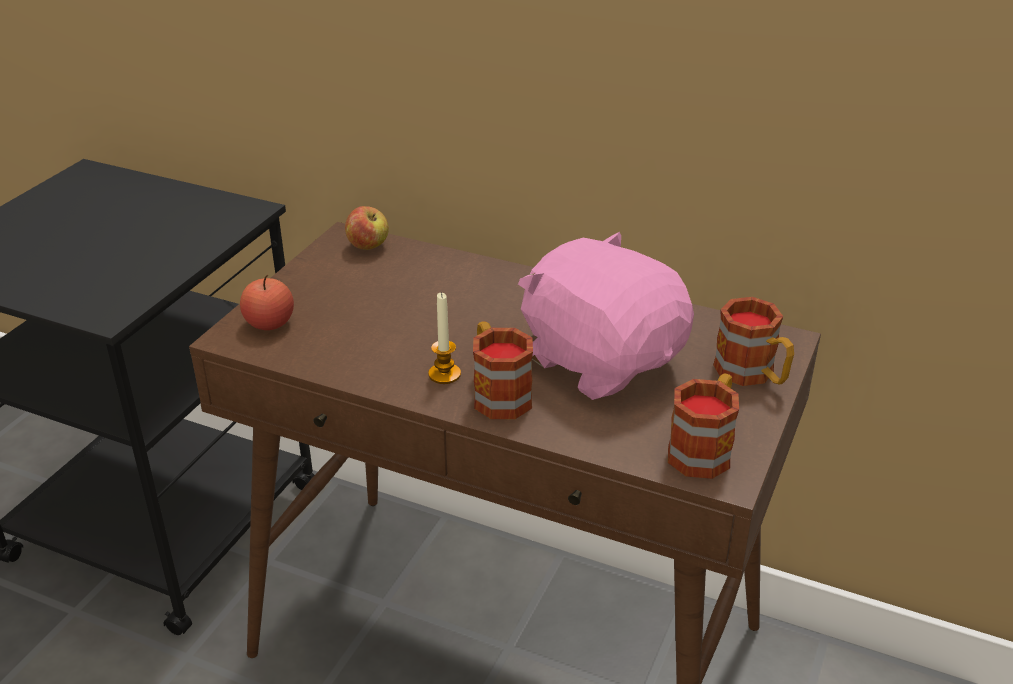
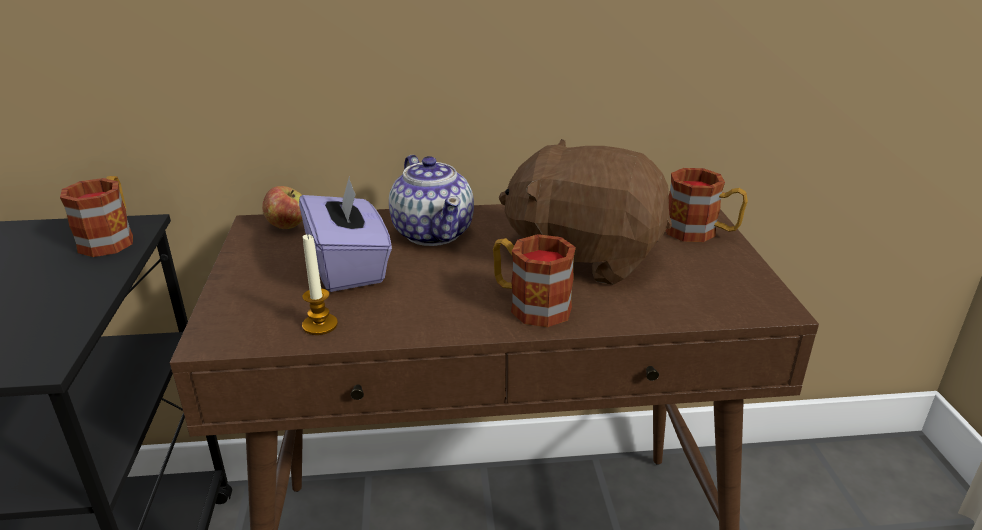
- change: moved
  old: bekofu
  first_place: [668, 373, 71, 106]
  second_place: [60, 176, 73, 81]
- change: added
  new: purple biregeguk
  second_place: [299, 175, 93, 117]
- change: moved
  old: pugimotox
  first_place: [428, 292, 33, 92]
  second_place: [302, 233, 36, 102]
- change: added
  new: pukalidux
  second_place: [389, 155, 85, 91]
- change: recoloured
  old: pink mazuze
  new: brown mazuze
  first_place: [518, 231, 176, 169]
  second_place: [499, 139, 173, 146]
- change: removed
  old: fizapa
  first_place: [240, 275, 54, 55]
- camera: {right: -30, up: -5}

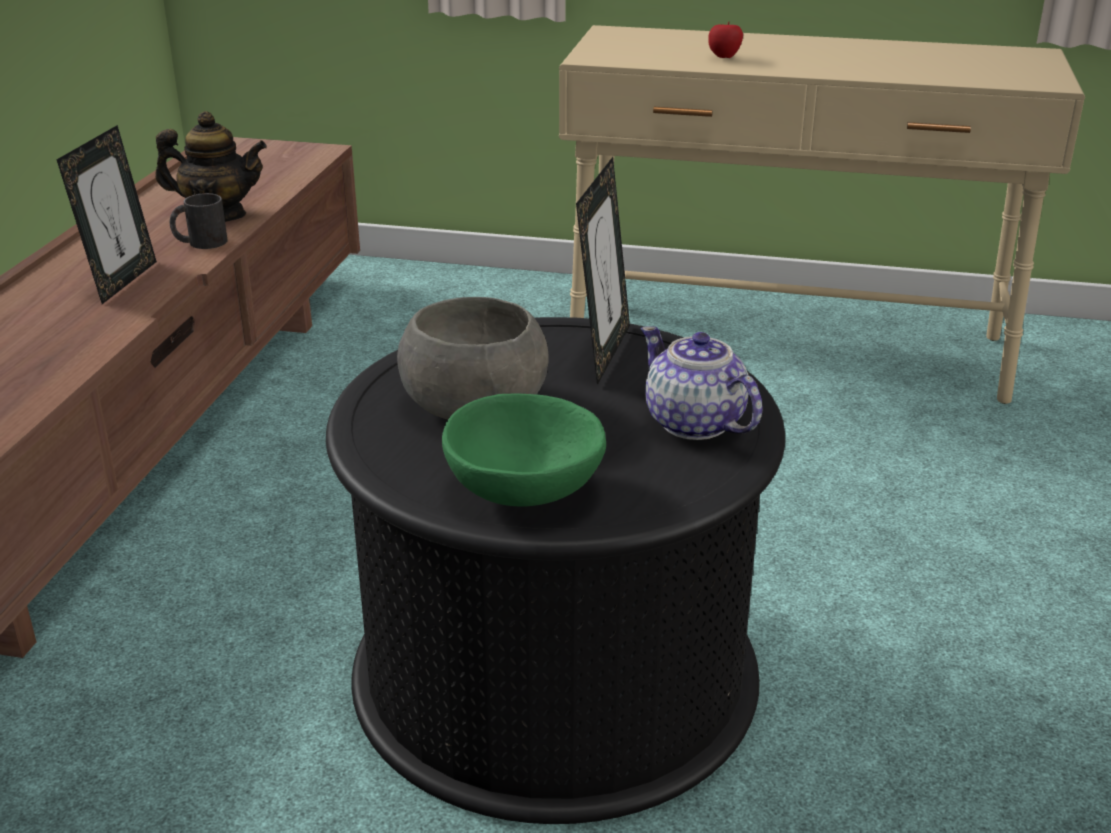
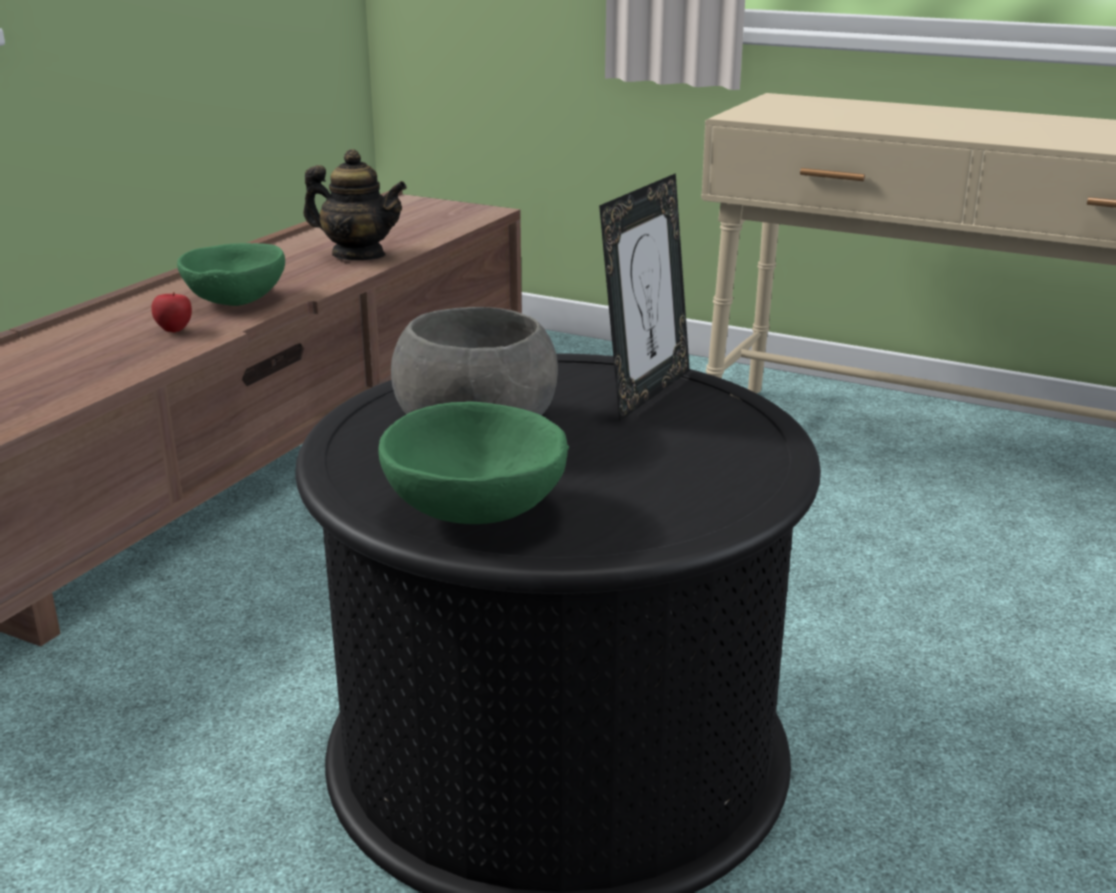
- change: moved
  old: fizapa
  first_place: [708, 22, 35, 36]
  second_place: [152, 292, 40, 41]
- change: replaced
  old: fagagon
  new: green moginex
  first_place: [57, 125, 100, 179]
  second_place: [177, 243, 108, 63]
- change: removed
  old: black bekofu
  first_place: [170, 193, 58, 56]
- change: removed
  old: pukalidux
  first_place: [641, 326, 122, 114]
- camera: {right: 15, up: -5}

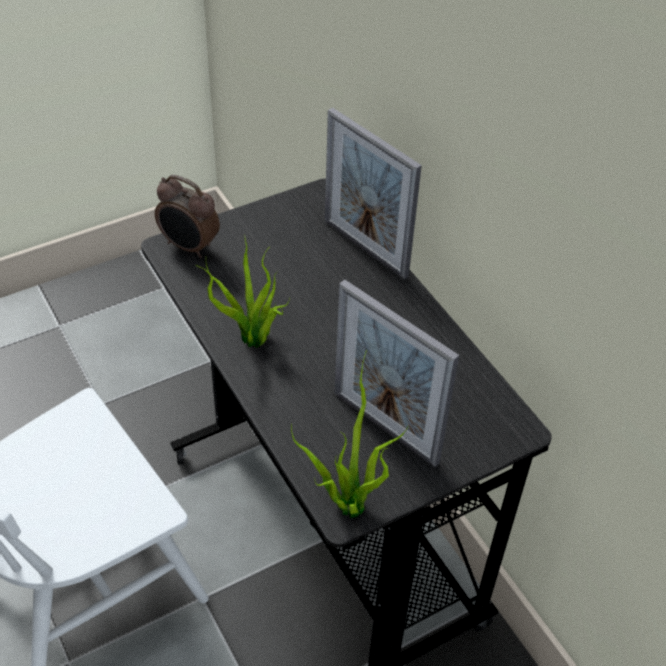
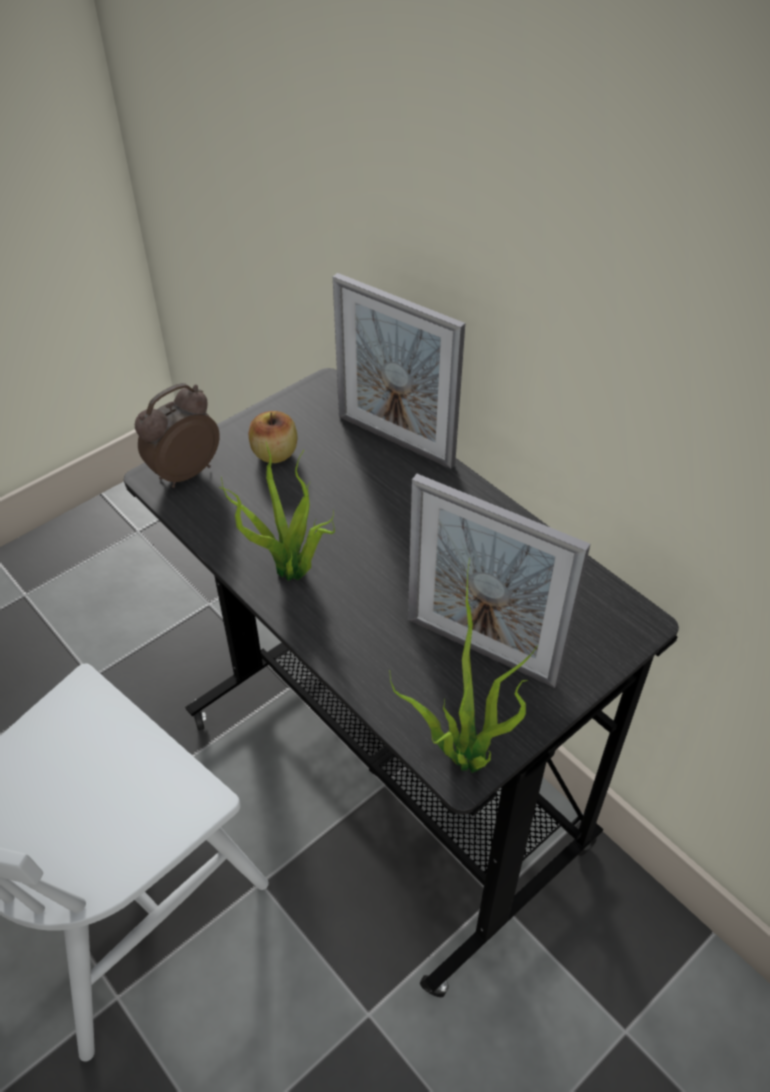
- change: turned
  old: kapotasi
  first_place: [155, 175, 65, 83]
  second_place: [135, 383, 85, 105]
  degrees: 120
- change: added
  new: fizapa
  second_place: [249, 411, 48, 52]
- camera: {right: -10, up: 0}

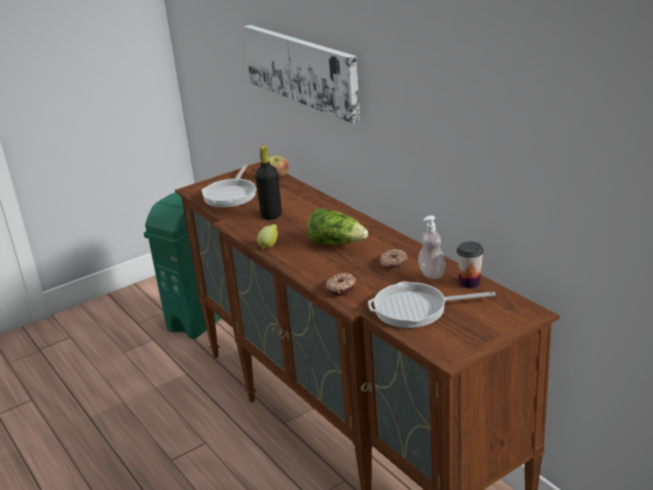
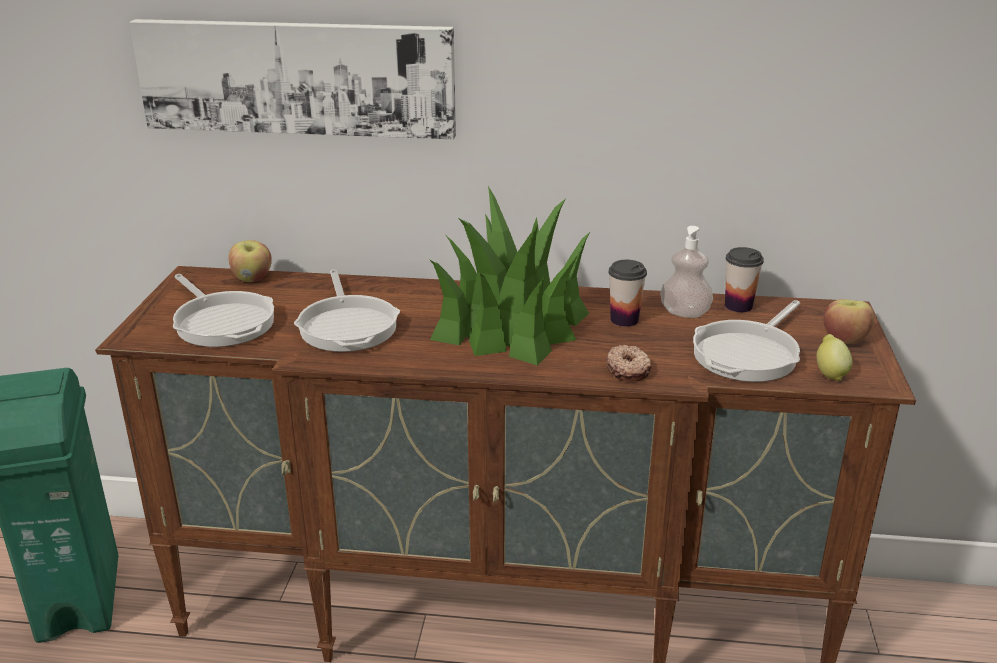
- change: replaced
  old: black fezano
  new: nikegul
  first_place: [255, 146, 27, 74]
  second_place: [294, 269, 106, 83]
- change: replaced
  old: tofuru
  new: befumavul
  first_place: [307, 208, 61, 37]
  second_place: [430, 186, 160, 179]
- change: replaced
  old: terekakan
  new: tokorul
  first_place: [380, 249, 28, 22]
  second_place: [609, 260, 38, 67]
- change: moved
  old: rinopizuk
  first_place: [257, 224, 21, 25]
  second_place: [817, 334, 36, 47]
- change: added
  new: fizapa
  second_place: [823, 299, 51, 45]
- camera: {right: -50, up: 0}

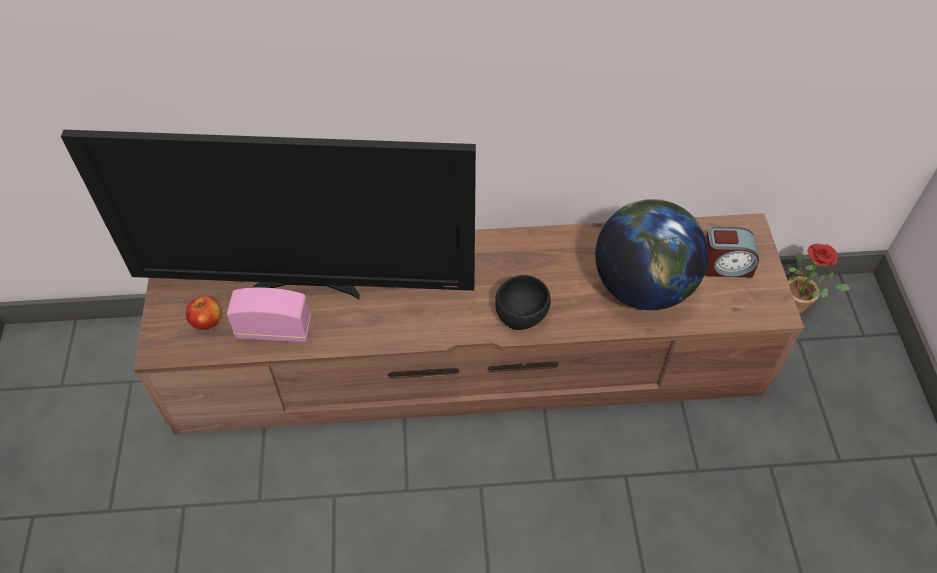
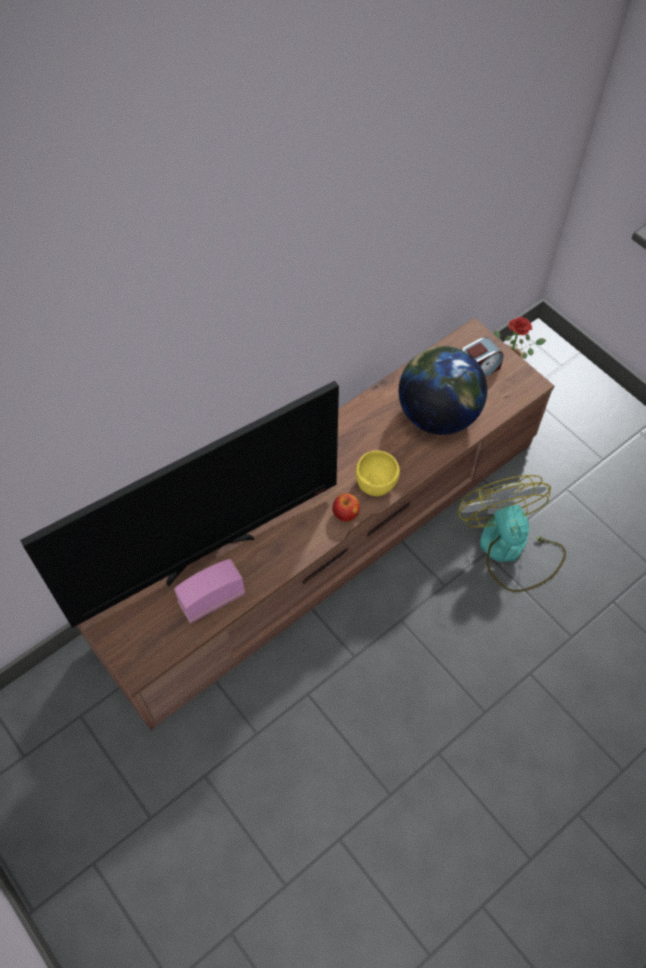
- change: moved
  old: fizapa
  first_place: [186, 296, 34, 34]
  second_place: [332, 493, 28, 29]
- change: recoloured
  old: black moginex
  new: yellow moginex
  first_place: [495, 275, 56, 55]
  second_place: [356, 450, 44, 46]
- change: added
  new: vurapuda
  second_place: [458, 475, 108, 117]
- camera: {right: -35, up: 5}

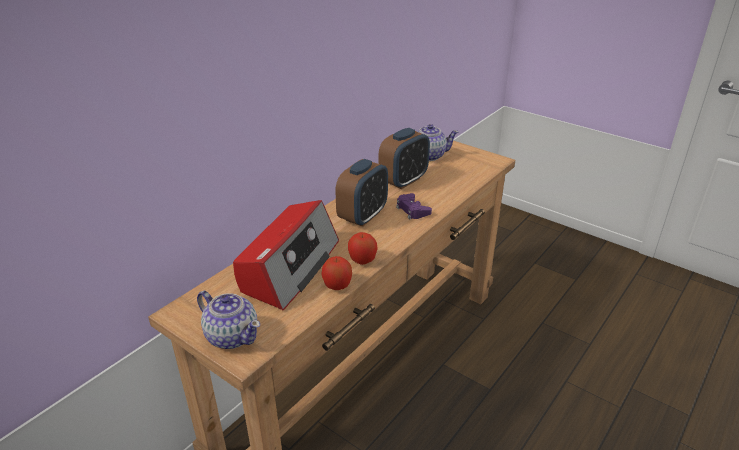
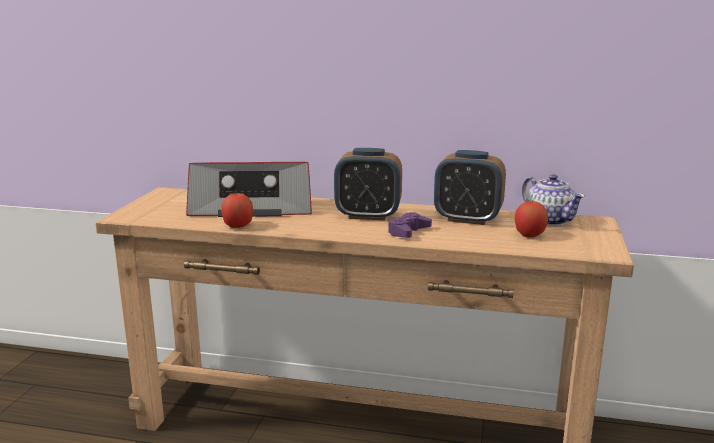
- change: moved
  old: fizapa
  first_place: [348, 232, 30, 33]
  second_place: [514, 200, 34, 38]
- change: removed
  old: pukalidux
  first_place: [197, 291, 63, 58]
- camera: {right: 65, up: -15}

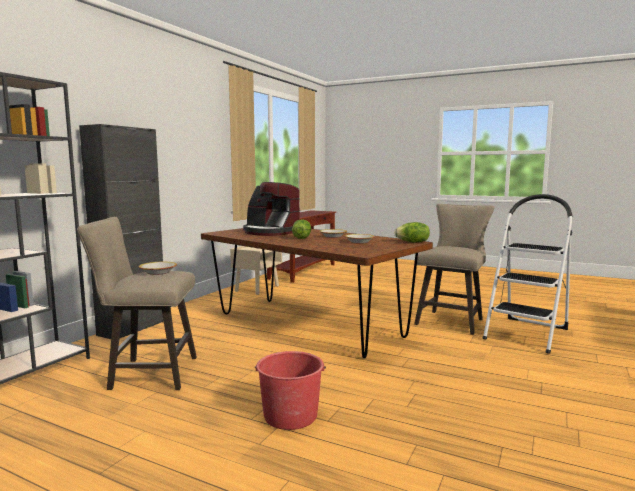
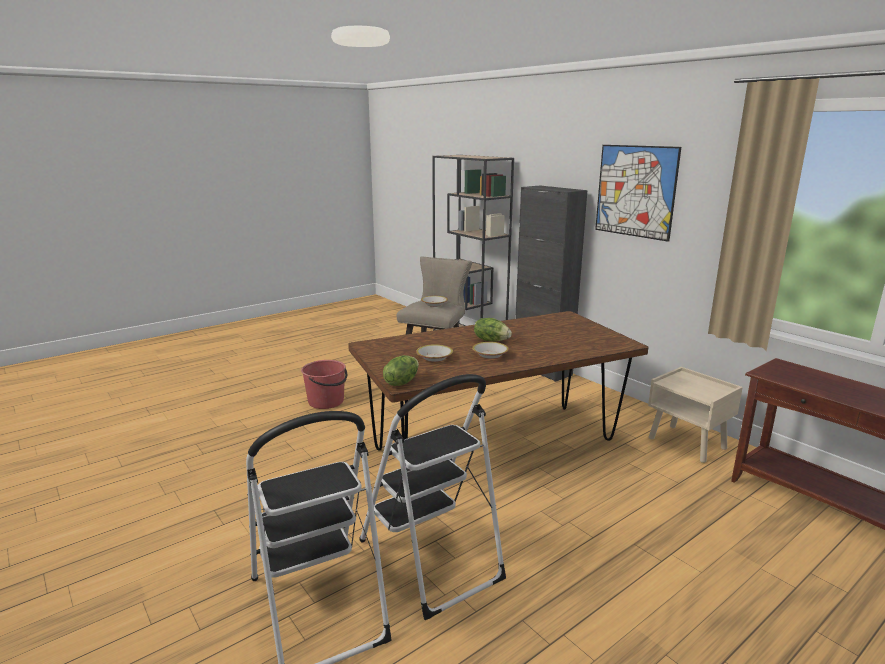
- change: replaced
  old: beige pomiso
  new: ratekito
  first_place: [414, 204, 81, 131]
  second_place: [359, 374, 147, 246]
- change: added
  new: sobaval
  second_place: [595, 145, 86, 97]
- change: removed
  old: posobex
  first_place: [243, 182, 57, 54]
- camera: {right: 115, up: 10}

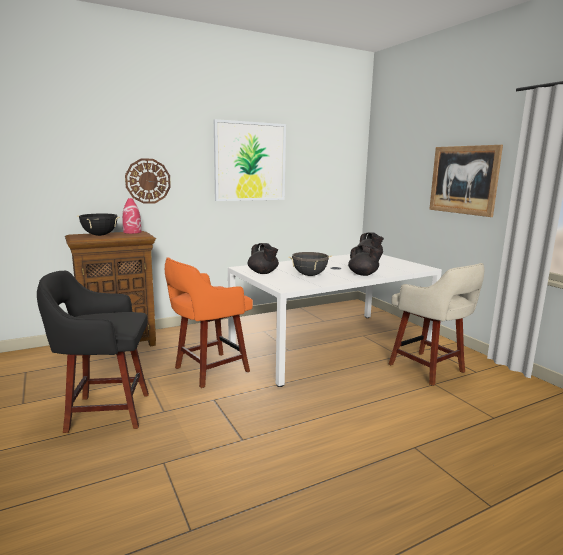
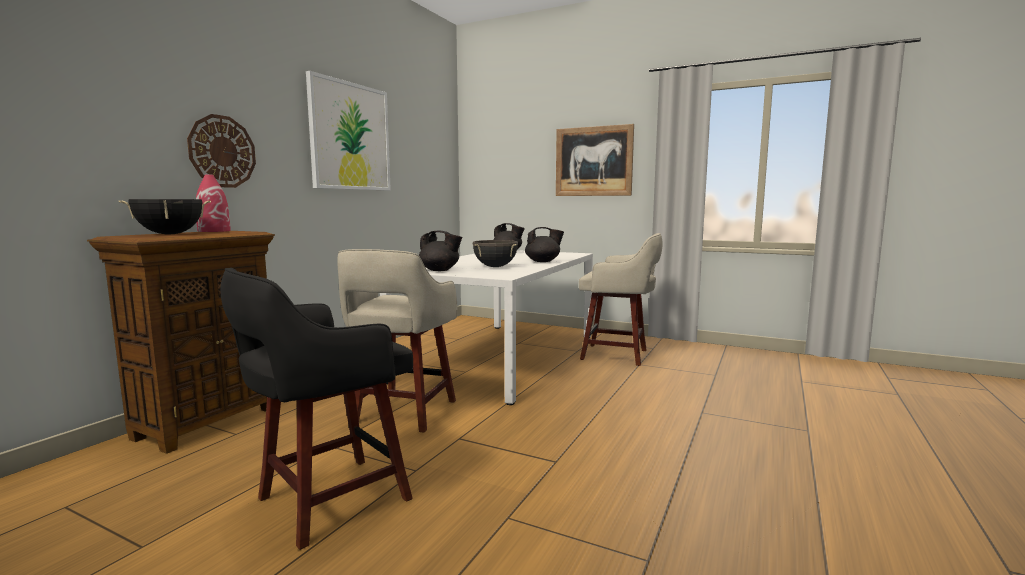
- change: recoloured
  old: orange pomiso
  new: beige pomiso
  first_place: [165, 257, 88, 131]
  second_place: [337, 249, 120, 184]
- camera: {right: -35, up: -5}

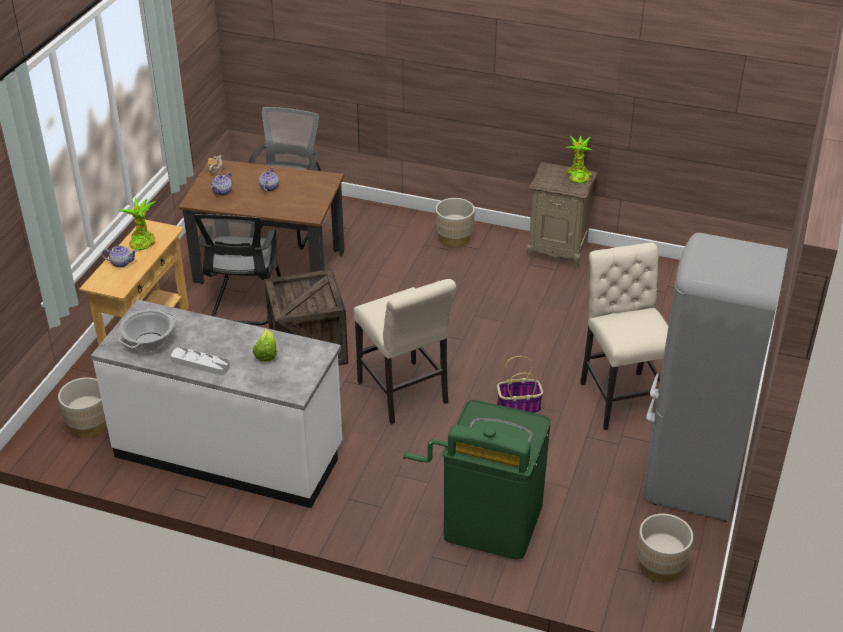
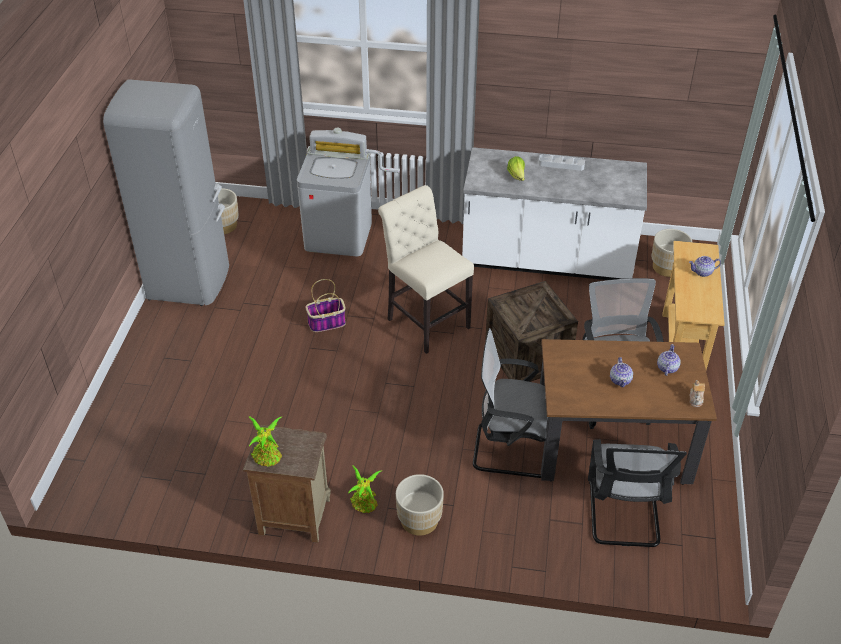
- change: recoloured
  old: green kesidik
  new: grey kesidik
  first_place: [403, 400, 148, 160]
  second_place: [297, 128, 103, 128]
- change: moved
  old: befumavul
  first_place: [117, 198, 38, 52]
  second_place: [348, 465, 33, 48]
- change: added
  new: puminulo
  second_place: [473, 328, 75, 150]
- change: removed
  old: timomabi
  first_place: [118, 309, 57, 42]
- change: removed
  old: beige pomiso
  first_place: [580, 243, 88, 187]
- camera: {right: 170, up: 5}

